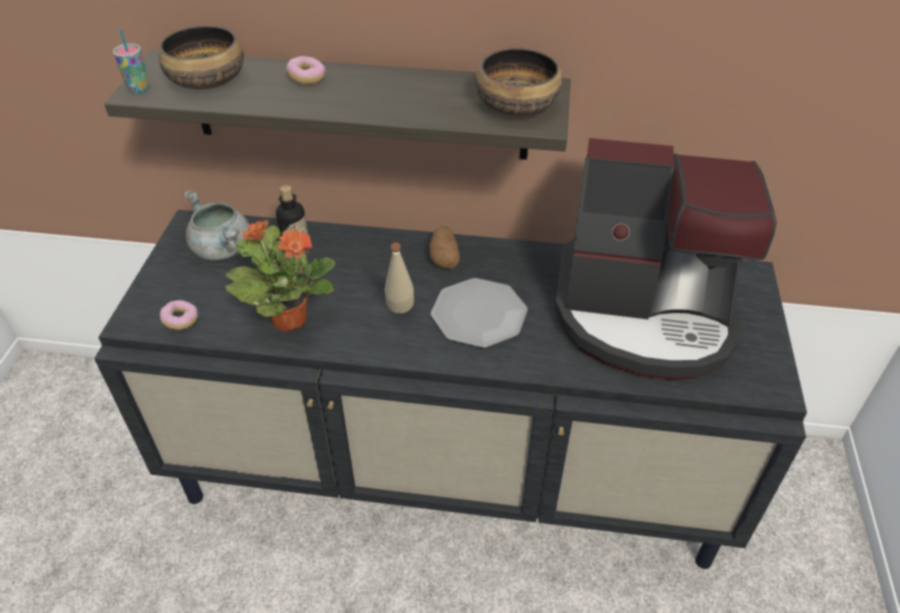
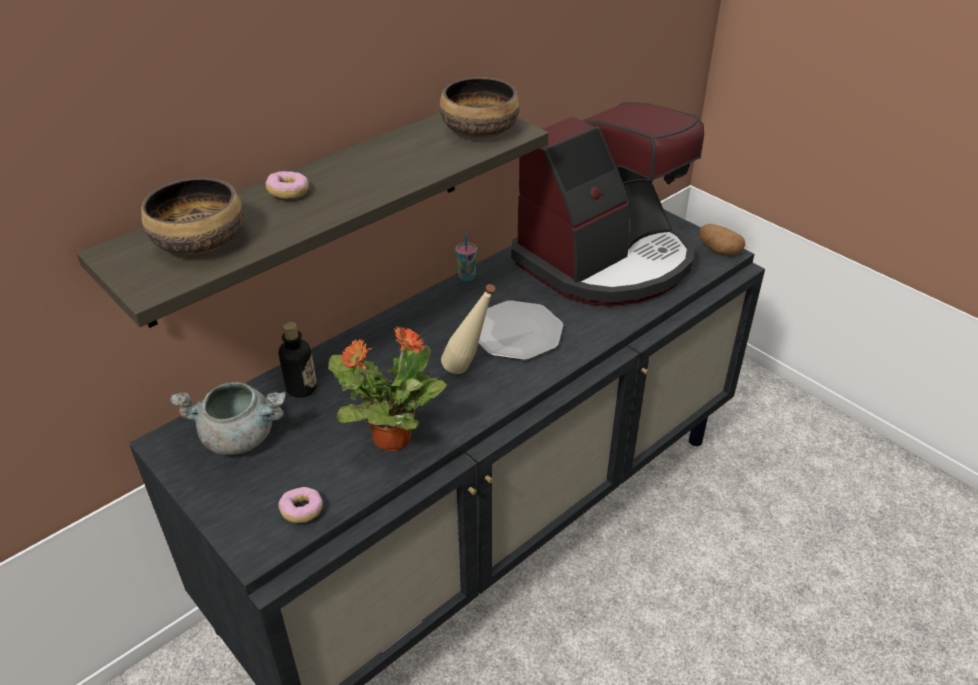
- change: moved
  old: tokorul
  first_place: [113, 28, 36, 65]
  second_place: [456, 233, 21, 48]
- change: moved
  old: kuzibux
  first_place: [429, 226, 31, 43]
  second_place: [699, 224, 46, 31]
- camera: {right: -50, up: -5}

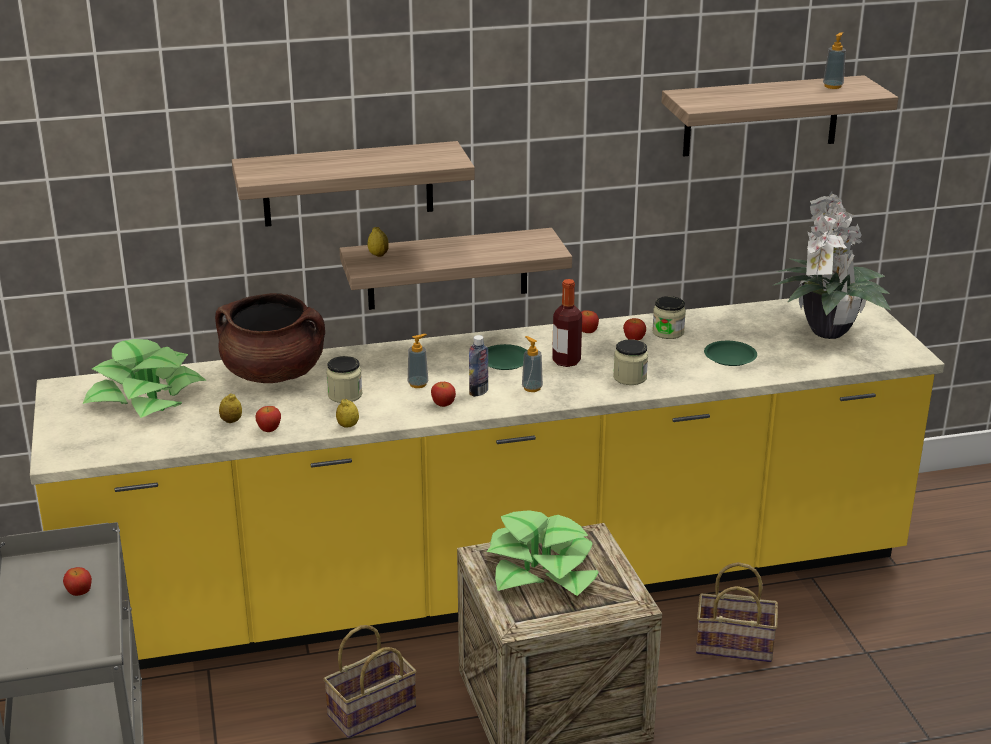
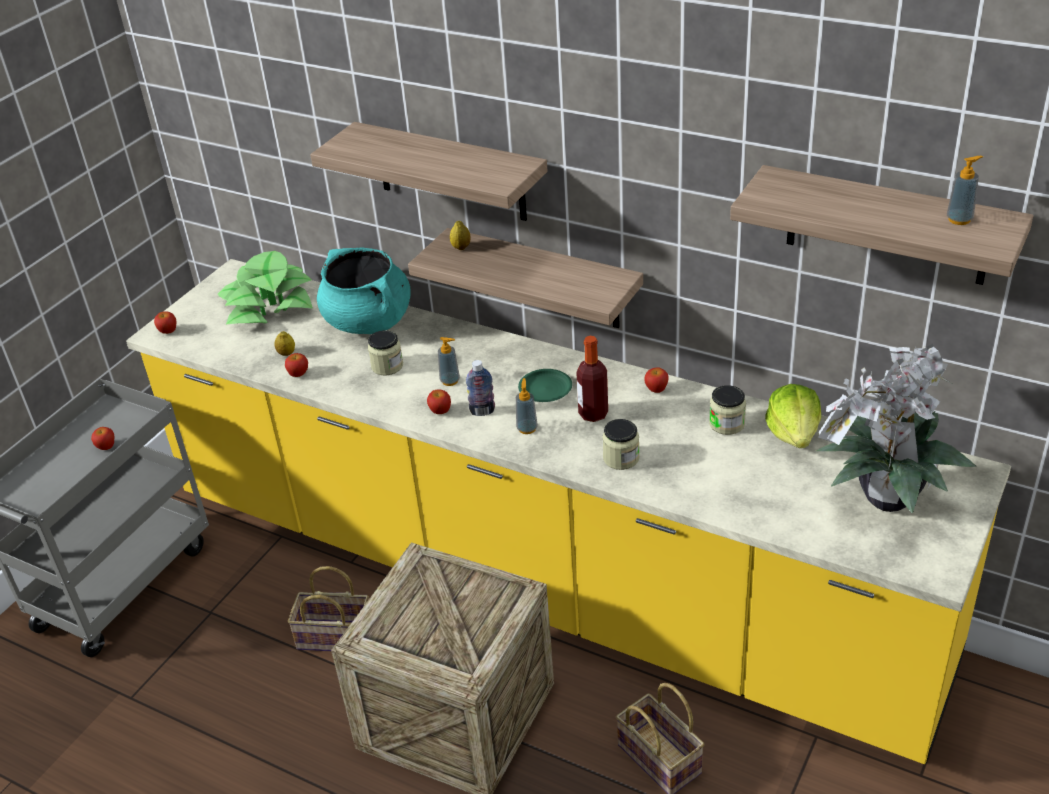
- change: moved
  old: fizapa
  first_place: [623, 318, 23, 22]
  second_place: [154, 312, 22, 22]
- change: recoloured
  old: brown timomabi
  new: turquoise timomabi
  first_place: [215, 293, 110, 90]
  second_place: [317, 248, 94, 86]
- change: added
  new: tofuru
  second_place: [765, 384, 56, 64]
- change: removed
  old: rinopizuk
  first_place: [336, 399, 23, 29]
- change: removed
  old: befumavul
  first_place: [487, 510, 112, 86]
- change: removed
  old: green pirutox
  first_place: [704, 341, 53, 25]
- camera: {right: 45, up: 10}

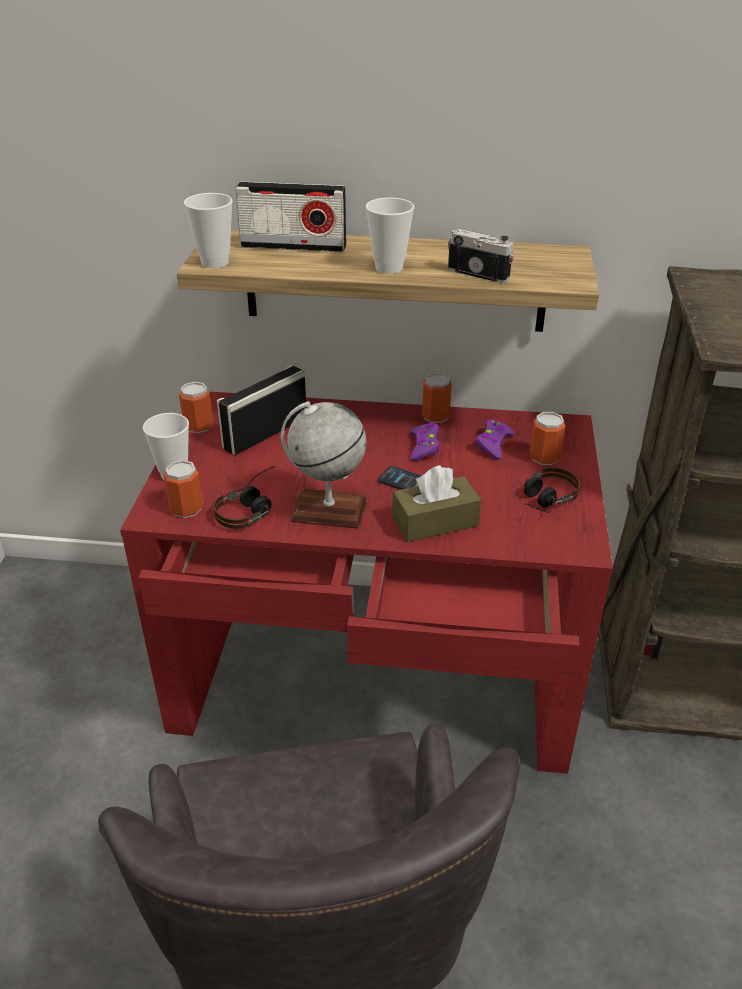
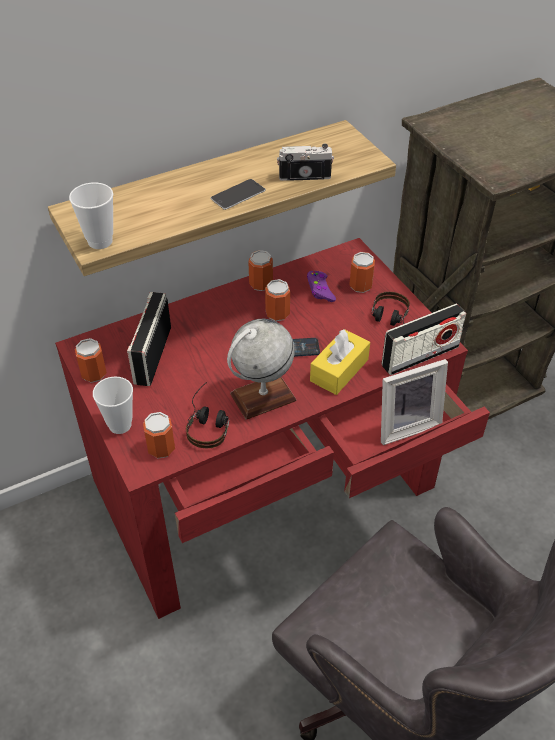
- change: replaced
  old: tokorul
  new: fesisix
  first_place: [366, 198, 48, 76]
  second_place: [210, 179, 56, 31]
- change: replaced
  old: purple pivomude
  new: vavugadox
  first_place: [410, 423, 30, 38]
  second_place: [265, 279, 25, 42]
- change: recoloured
  old: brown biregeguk
  new: yellow biregeguk
  first_place: [392, 465, 89, 77]
  second_place: [310, 329, 60, 66]
- change: moved
  old: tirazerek
  first_place: [235, 182, 111, 70]
  second_place: [381, 304, 85, 71]
- change: added
  new: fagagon
  second_place: [381, 359, 67, 86]
- camera: {right: -35, up: 10}

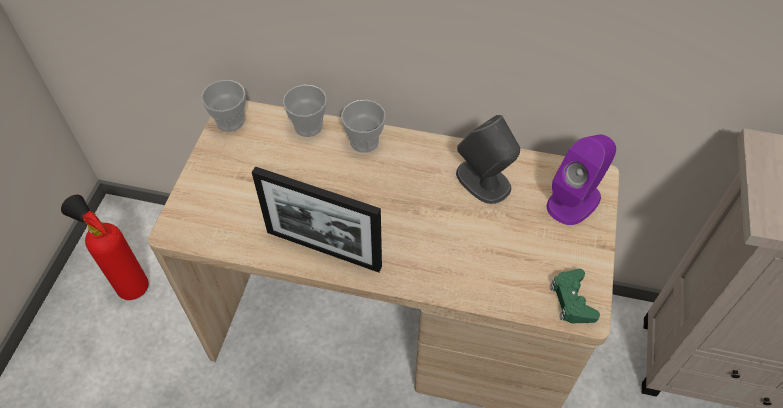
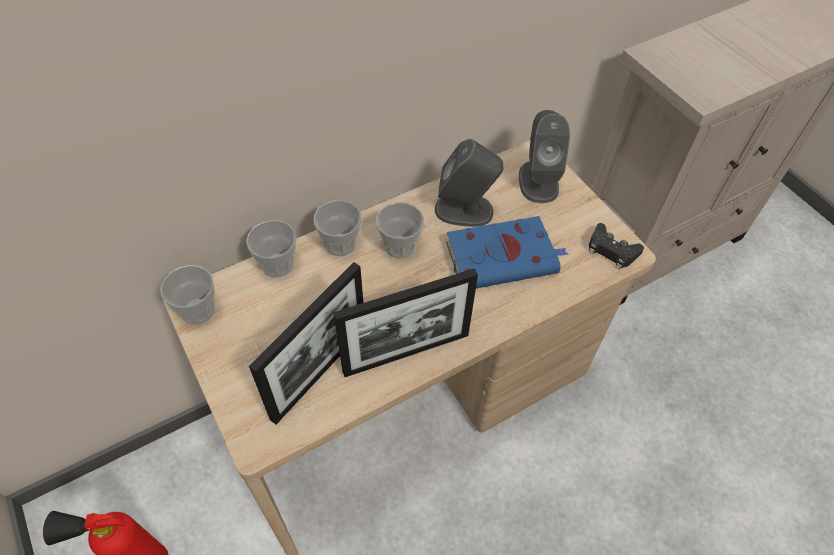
- change: added
  new: fagagon
  second_place: [249, 262, 114, 163]
- change: added
  new: tokorul
  second_place: [376, 202, 48, 57]
- change: added
  new: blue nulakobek
  second_place: [446, 216, 122, 72]
- change: recoloured
  old: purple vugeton
  new: grey vugeton
  first_place: [546, 134, 70, 91]
  second_place: [519, 110, 51, 93]
- change: recoloured
  old: green pivomude
  new: black pivomude
  first_place: [550, 269, 50, 54]
  second_place: [589, 223, 55, 47]
- camera: {right: -45, up: 0}

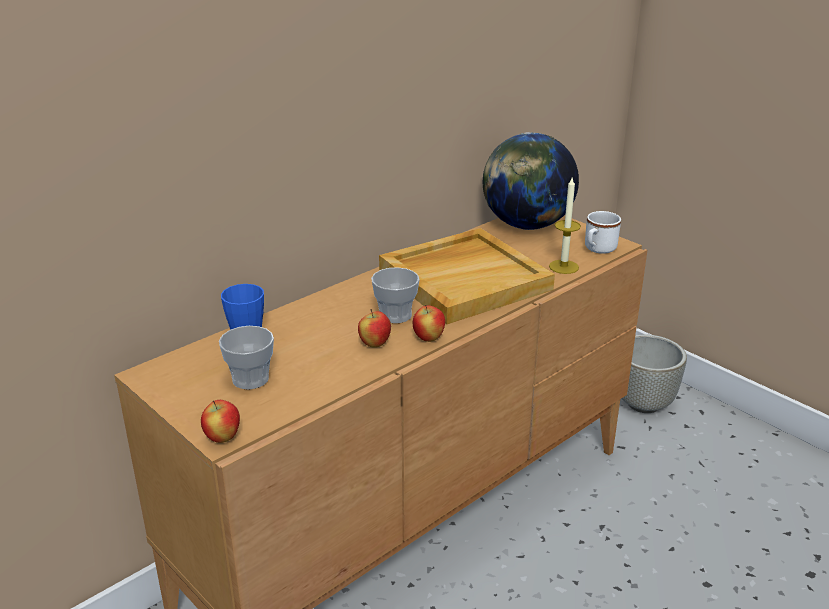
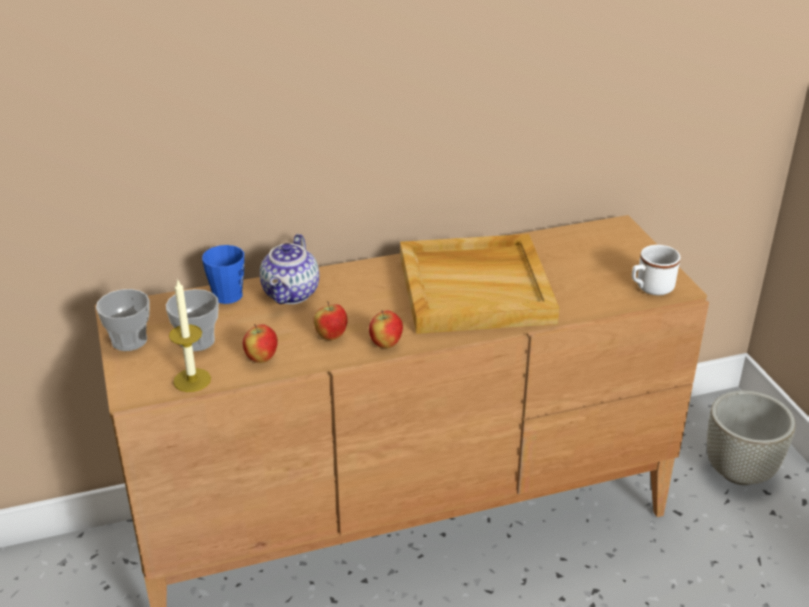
- change: moved
  old: tokorul
  first_place: [371, 267, 49, 56]
  second_place: [96, 289, 54, 62]
- change: moved
  old: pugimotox
  first_place: [549, 176, 32, 98]
  second_place: [169, 280, 42, 112]
- change: moved
  old: fizapa
  first_place: [201, 400, 39, 43]
  second_place: [243, 324, 35, 39]
- change: added
  new: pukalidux
  second_place: [260, 234, 59, 70]
- change: removed
  old: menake
  first_place: [483, 133, 96, 97]
- camera: {right: 25, up: 5}

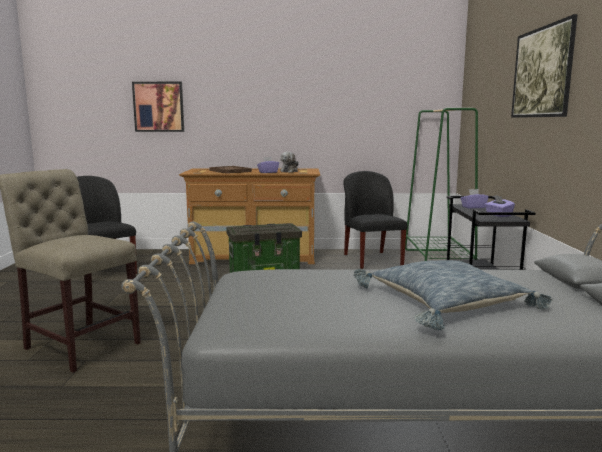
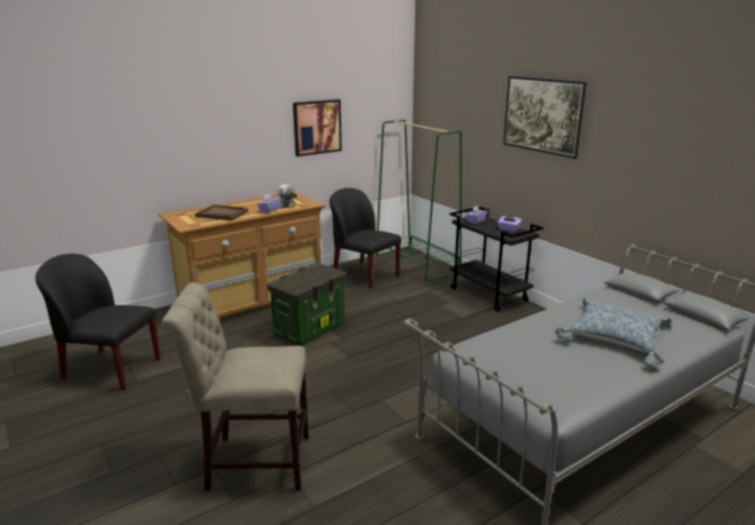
- change: moved
  old: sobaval
  first_place: [132, 82, 52, 50]
  second_place: [293, 99, 49, 58]
- camera: {right: -35, up: 10}

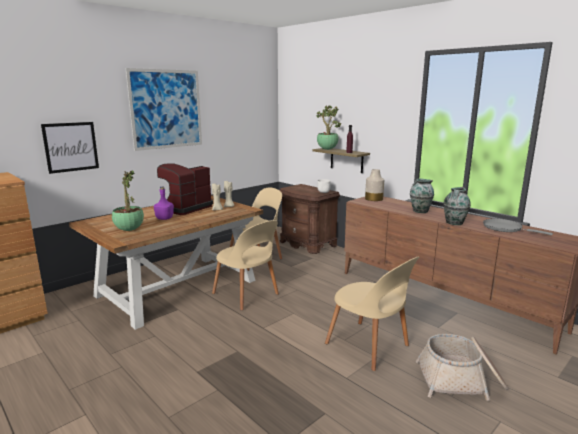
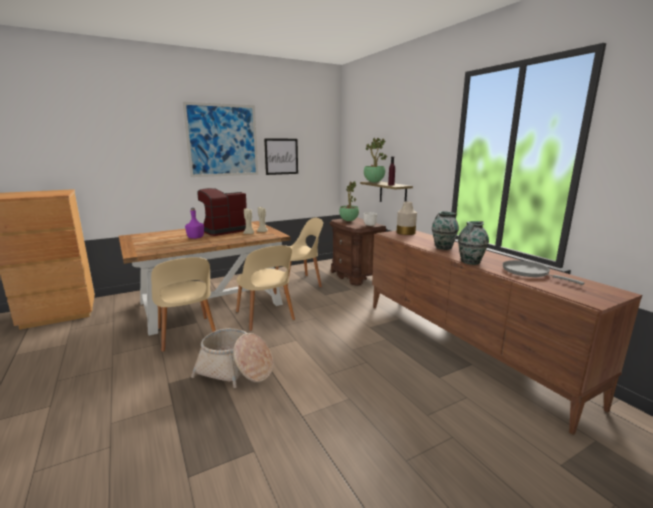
- change: moved
  old: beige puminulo
  first_place: [325, 256, 94, 115]
  second_place: [151, 257, 65, 95]
- change: moved
  old: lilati
  first_place: [416, 334, 93, 67]
  second_place: [191, 328, 82, 60]
- change: moved
  old: sobaval
  first_place: [41, 122, 58, 52]
  second_place: [264, 138, 34, 37]
- change: moved
  old: befumavul
  first_place: [112, 170, 32, 61]
  second_place: [339, 181, 20, 40]
- camera: {right: 15, up: 0}

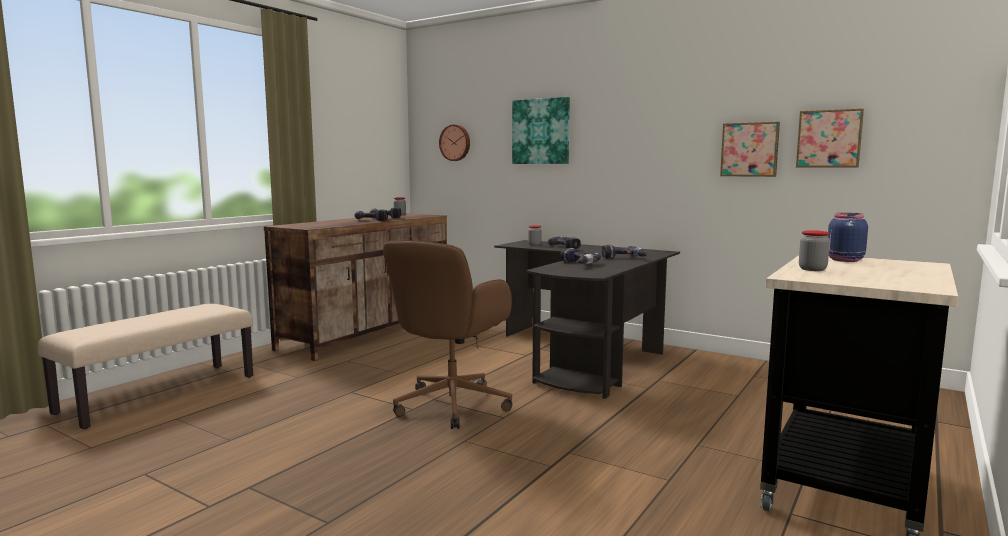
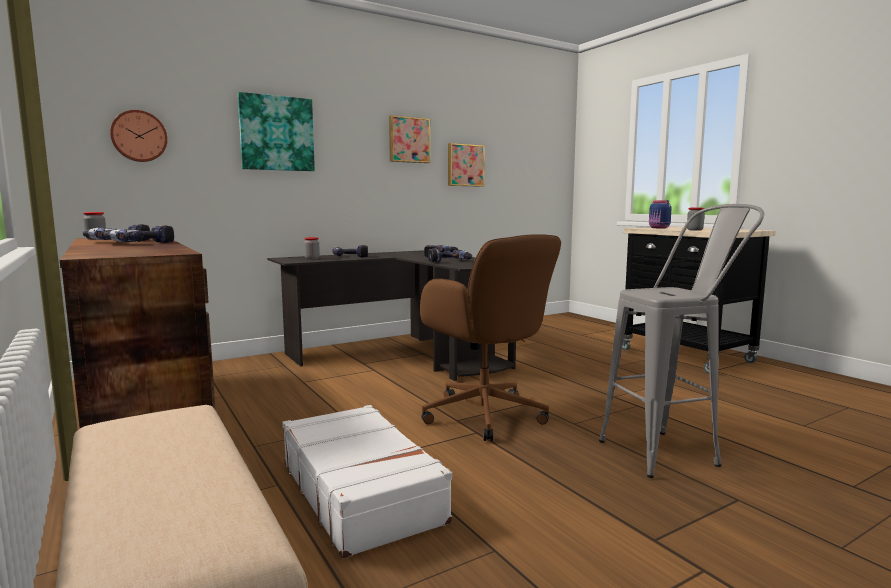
- change: added
  new: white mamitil
  second_place: [282, 405, 170, 154]
- change: moved
  old: sobaval
  first_place: [796, 108, 68, 60]
  second_place: [389, 115, 41, 48]
- change: added
  new: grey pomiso
  second_place: [599, 204, 166, 274]
- camera: {right: -65, up: 0}

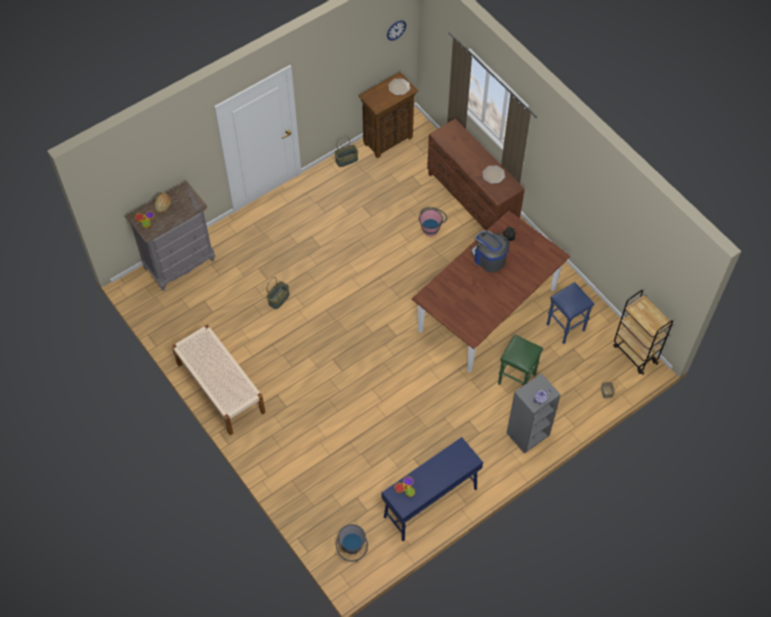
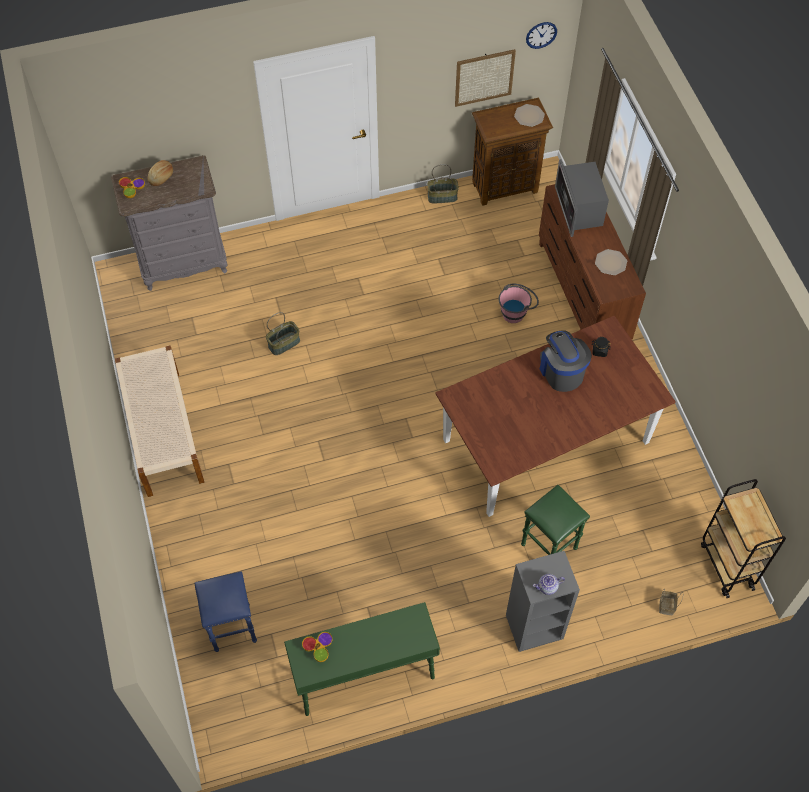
- change: moved
  old: blue pomiso
  first_place: [547, 282, 47, 62]
  second_place: [195, 571, 62, 81]
- change: recoloured
  old: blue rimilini
  new: green rimilini
  first_place: [382, 437, 101, 104]
  second_place: [284, 602, 156, 114]
- change: added
  new: sobaval
  second_place: [455, 49, 61, 58]
- change: added
  new: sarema
  second_place: [555, 159, 54, 78]
- change: removed
  old: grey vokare
  first_place: [336, 524, 32, 38]
- camera: {right: 20, up: 0}

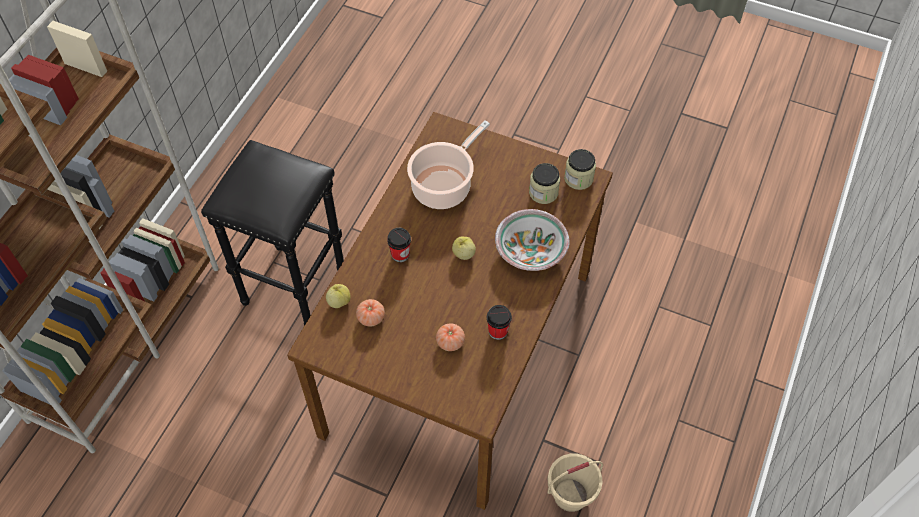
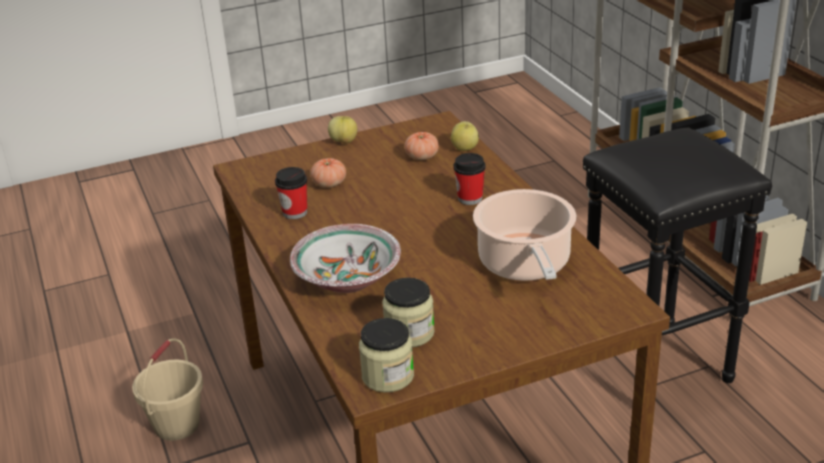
- change: moved
  old: fizapa
  first_place: [452, 237, 24, 23]
  second_place: [328, 116, 29, 28]
- camera: {right: 135, up: -25}

